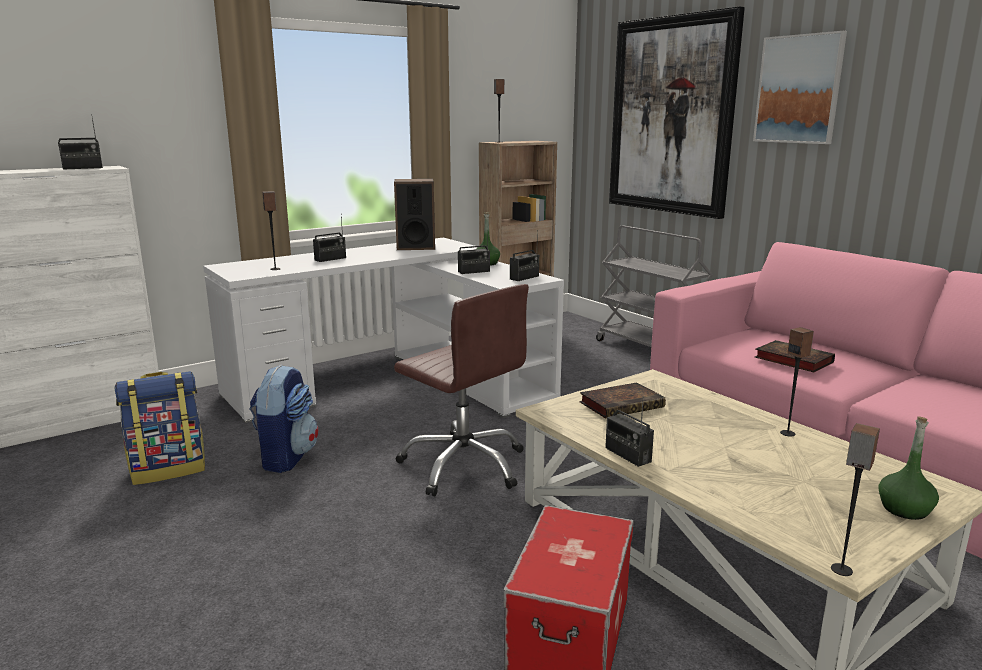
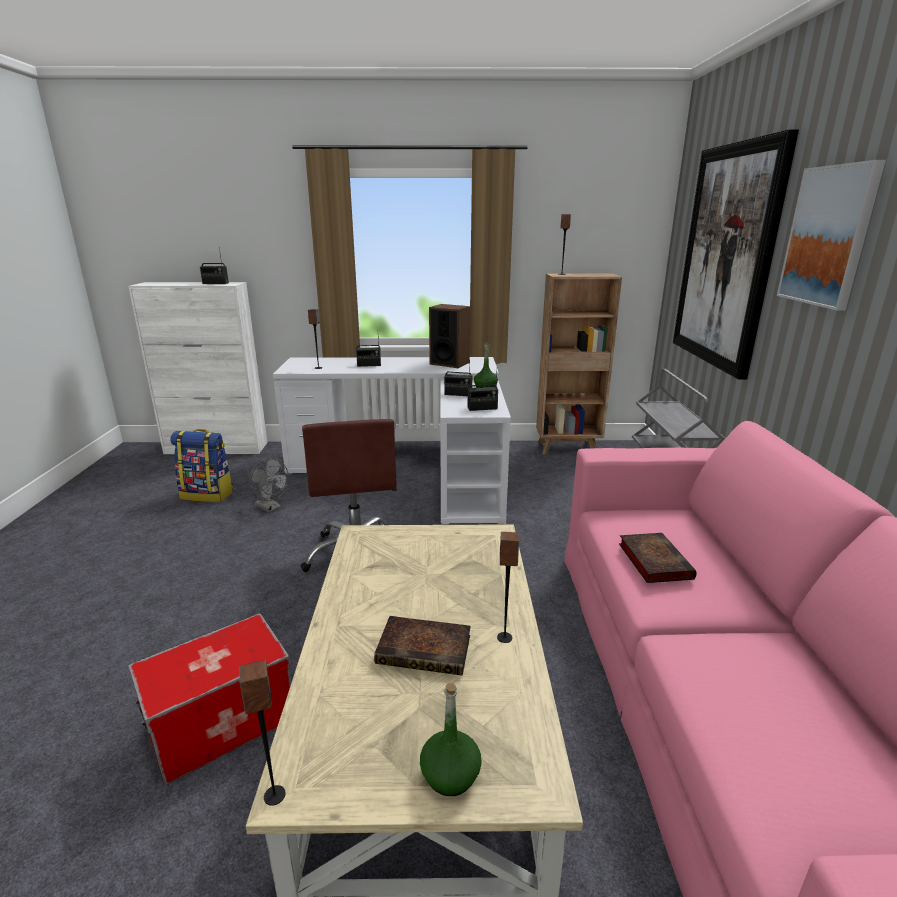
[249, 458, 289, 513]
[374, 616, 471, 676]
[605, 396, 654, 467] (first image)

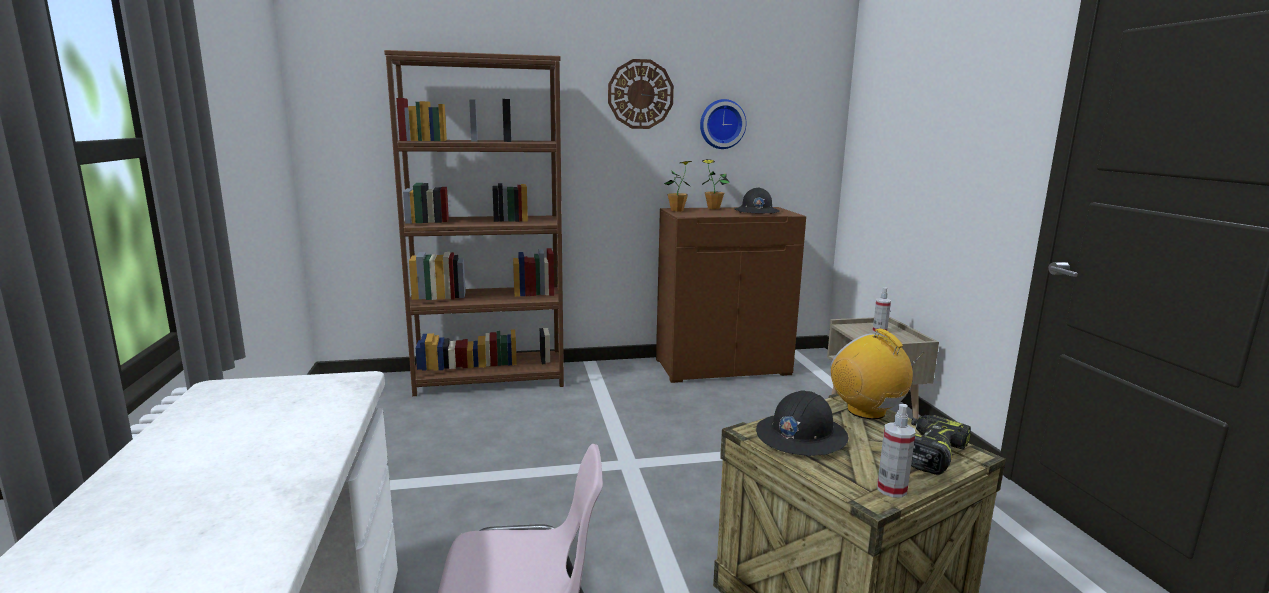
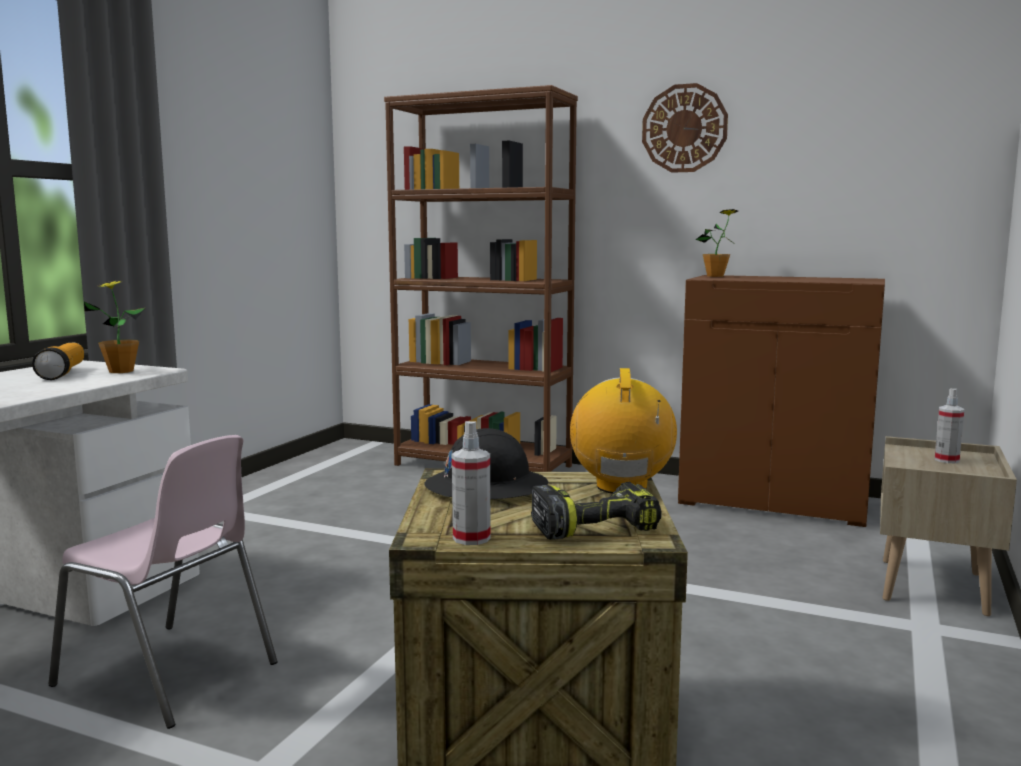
[32, 343, 84, 380]
[84, 280, 145, 373]
[700, 99, 746, 149] (first image)
[734, 187, 780, 214] (first image)

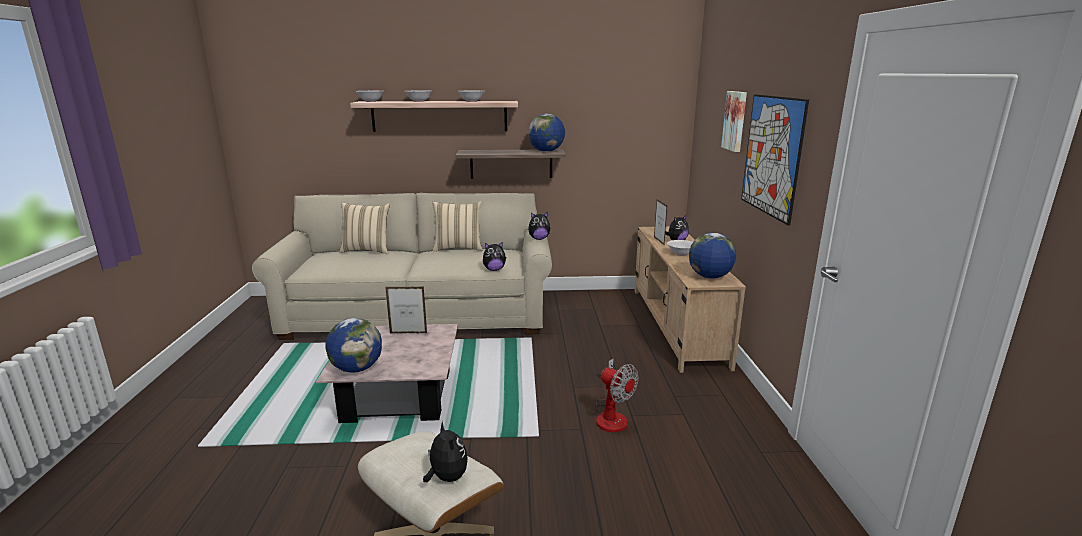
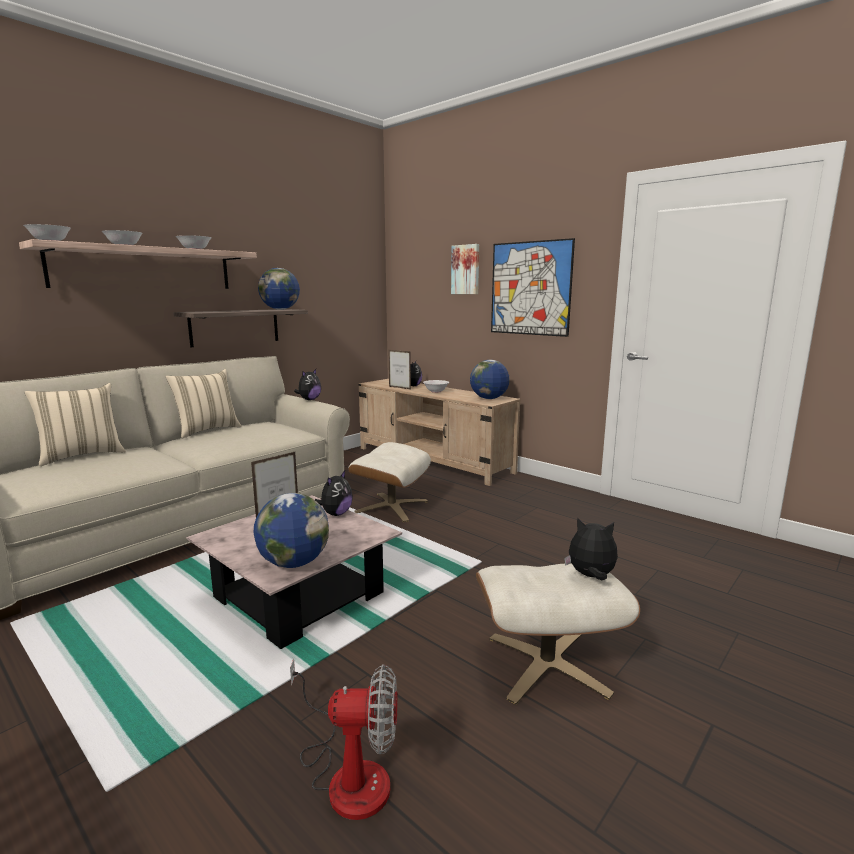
[290, 659, 398, 820]
[315, 471, 353, 516]
[349, 442, 431, 522]

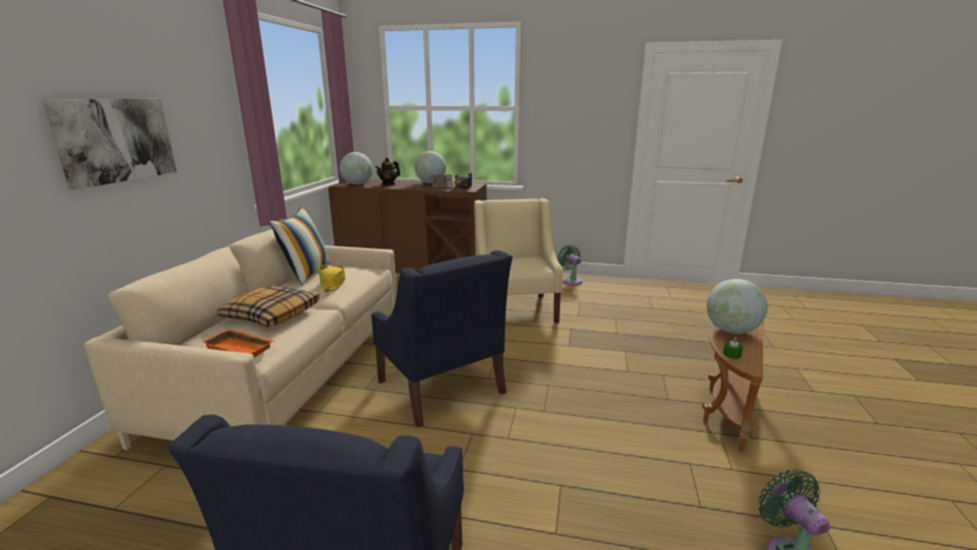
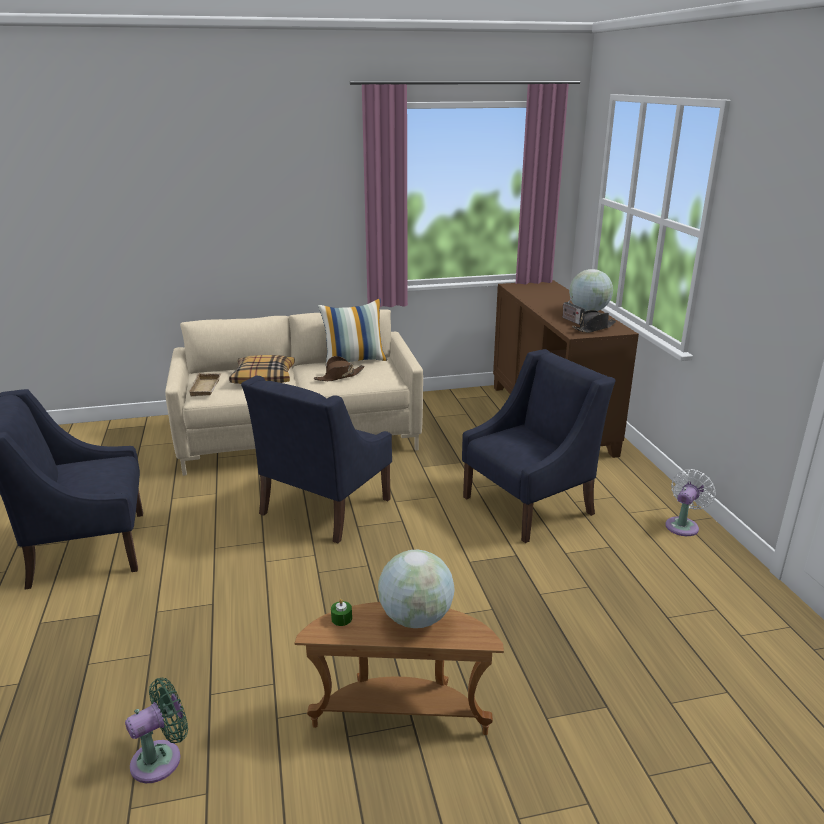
[188, 373, 221, 396]
[314, 356, 365, 381]
[462, 349, 616, 543]
[665, 469, 716, 536]
[42, 99, 177, 190] (first image)
[340, 152, 373, 185] (first image)
[375, 158, 400, 185] (first image)

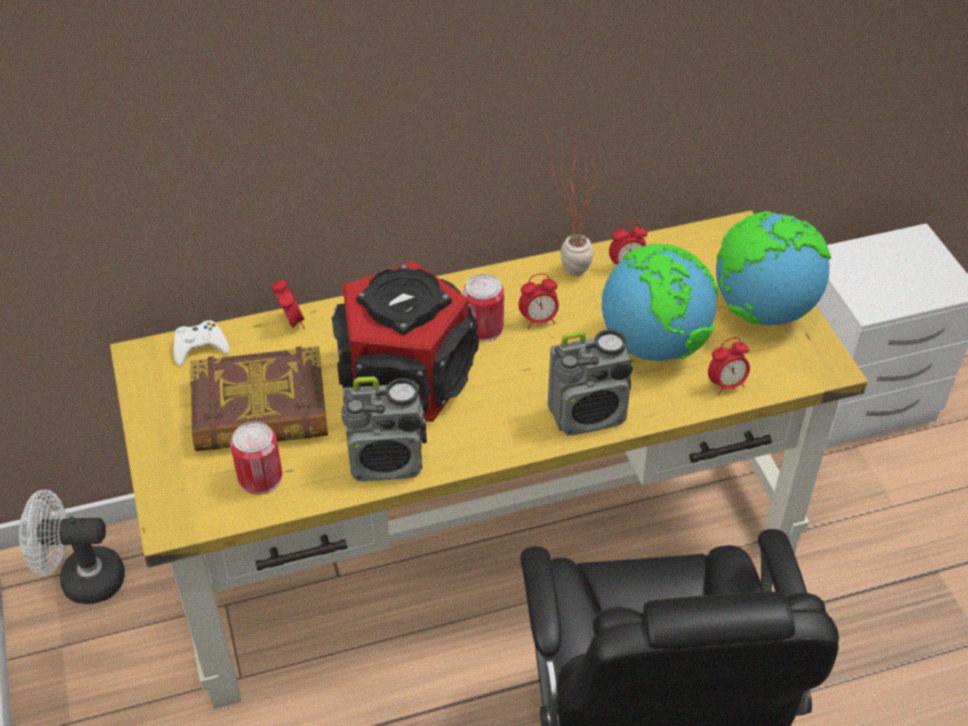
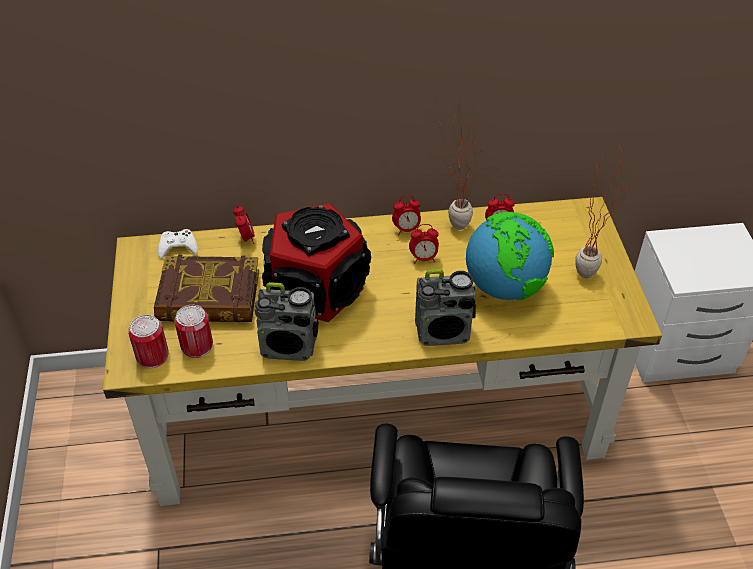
[128, 315, 169, 368]
[392, 195, 421, 235]
[575, 146, 636, 278]
[19, 489, 125, 604] (first image)

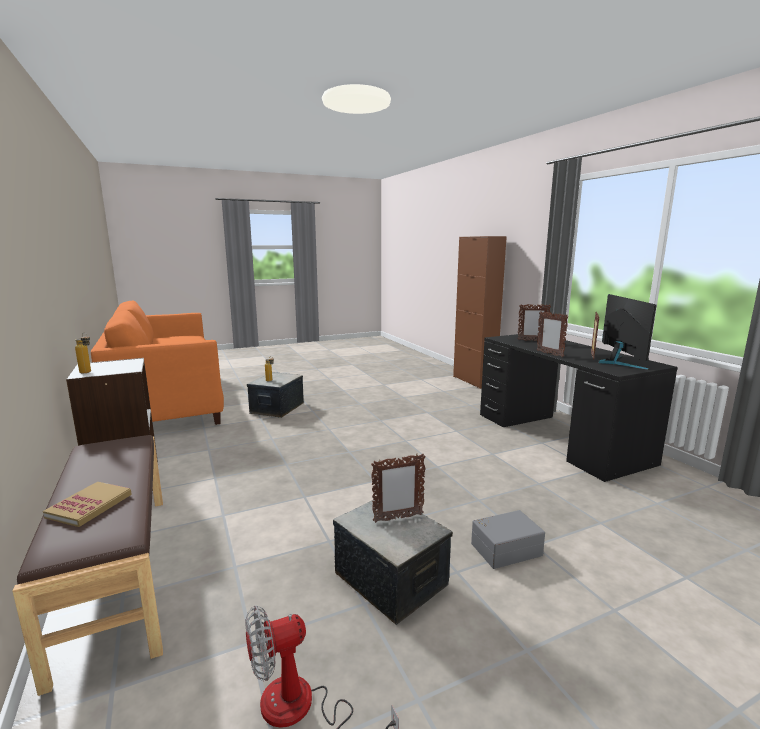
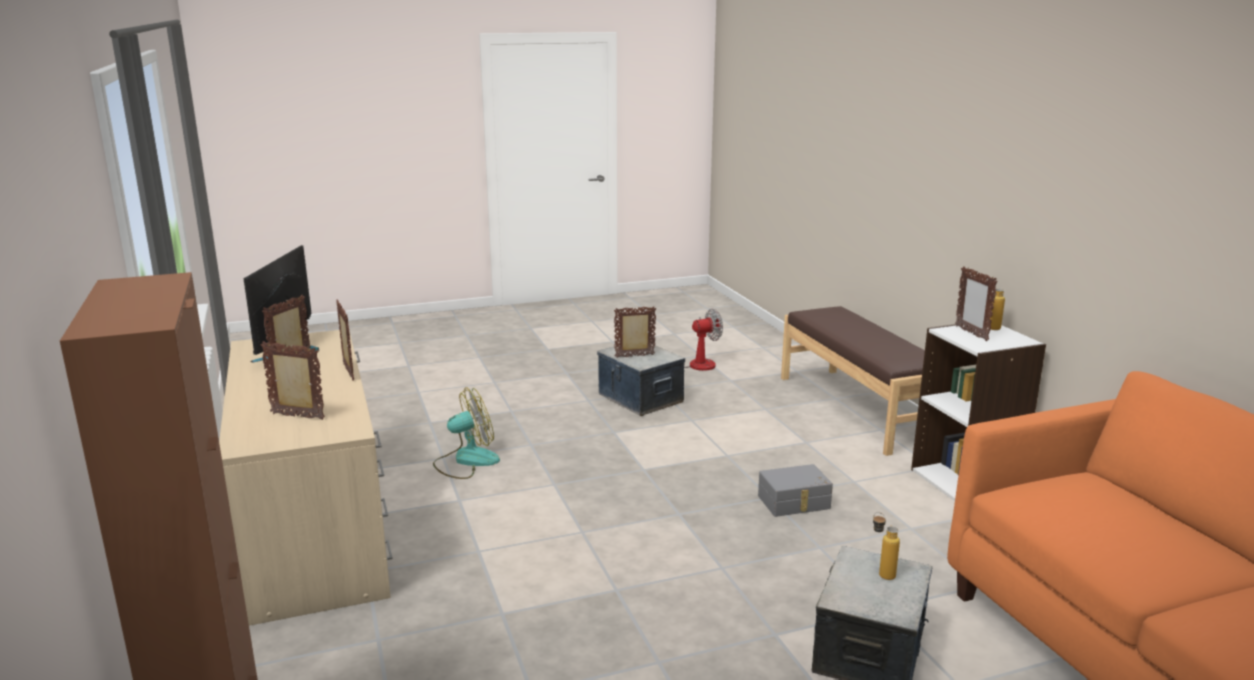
[219, 330, 392, 626]
[433, 387, 500, 479]
[758, 464, 833, 517]
[955, 266, 998, 341]
[43, 482, 132, 527] (first image)

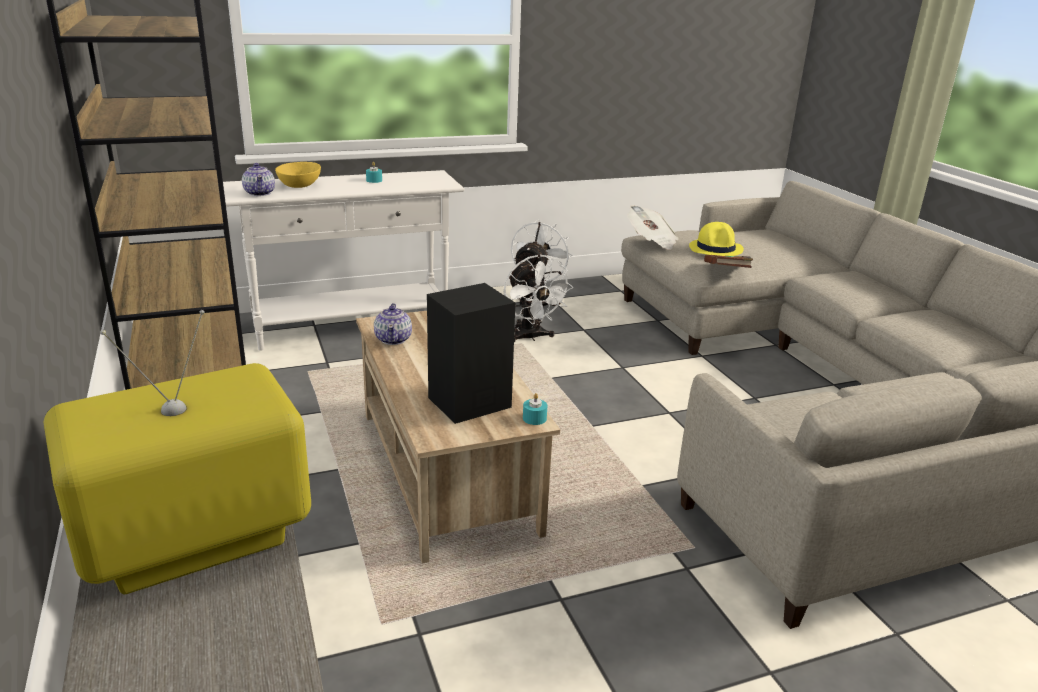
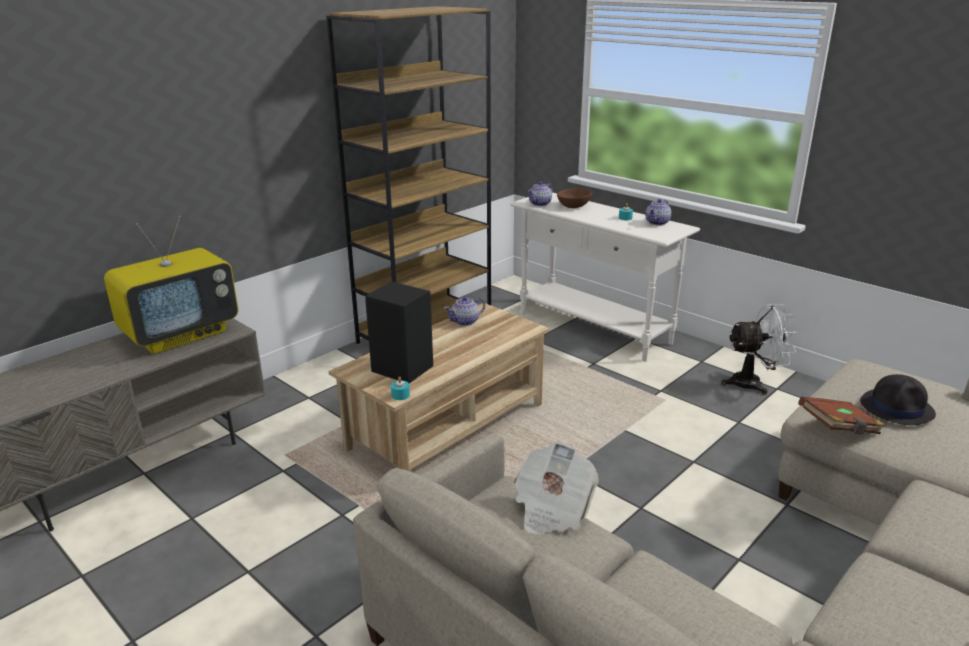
[104, 216, 238, 354]
[514, 442, 599, 534]
[557, 188, 592, 208]
[646, 199, 671, 226]
[860, 374, 936, 425]
[504, 254, 573, 342] (first image)

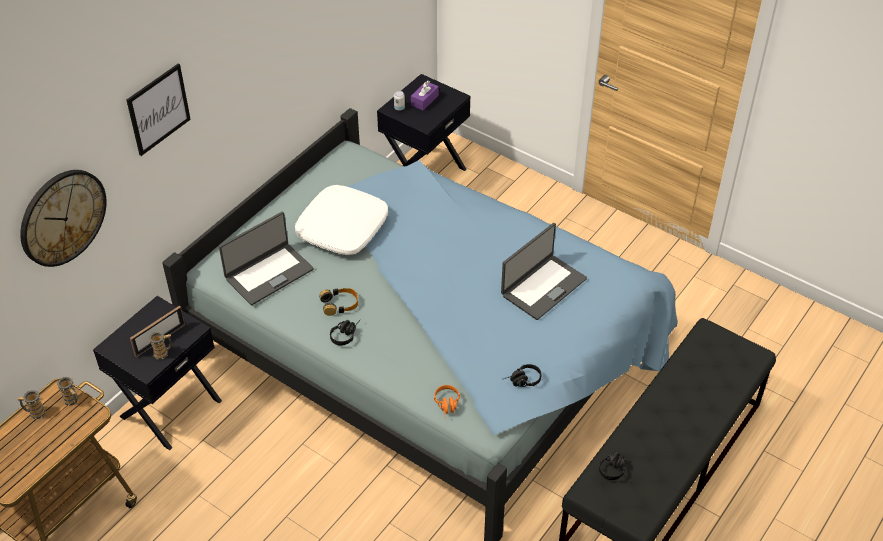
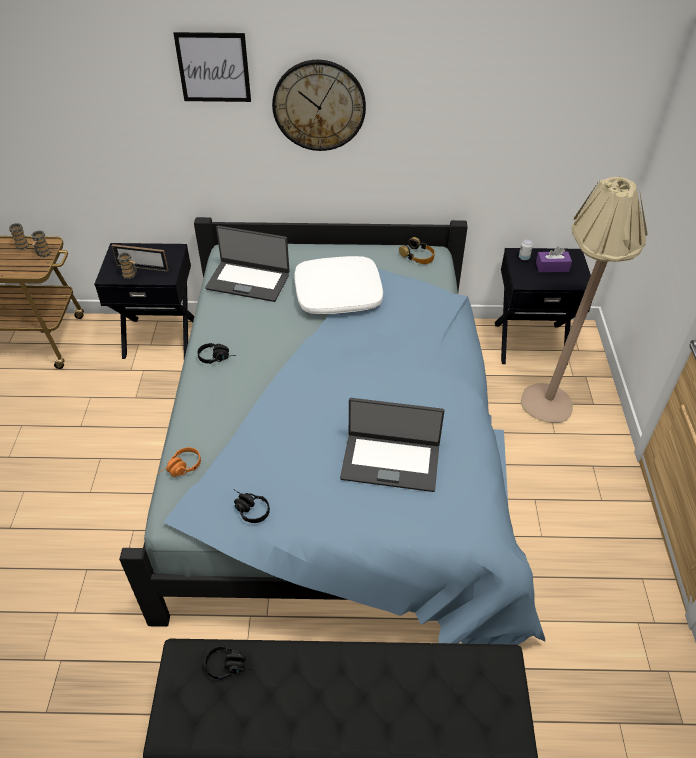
[272, 60, 366, 151]
[399, 237, 435, 264]
[521, 177, 648, 423]

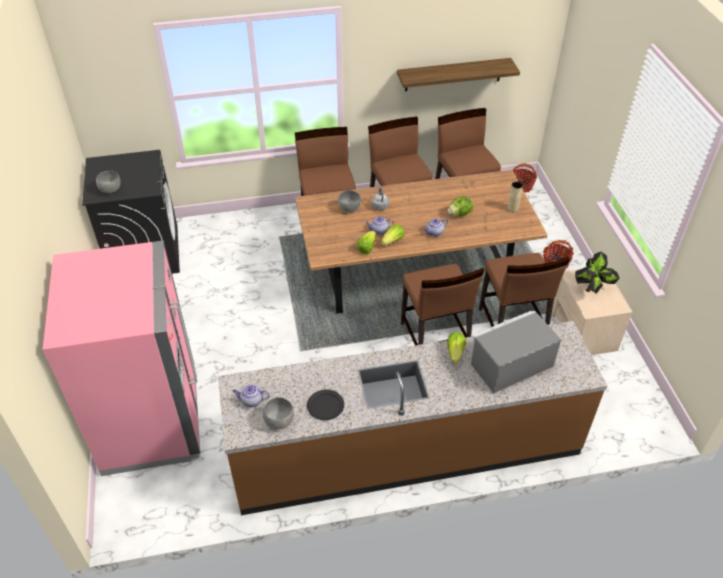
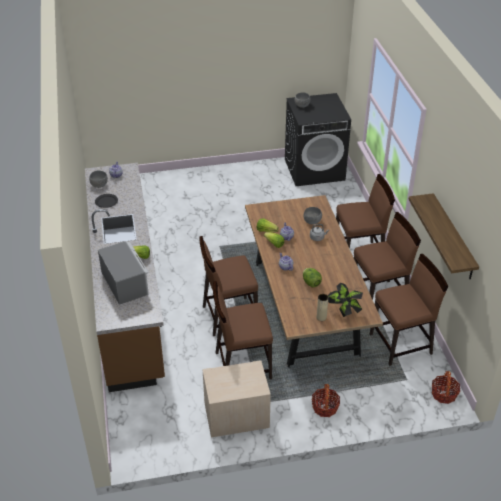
[328, 283, 363, 317]
[43, 241, 200, 476] (first image)

